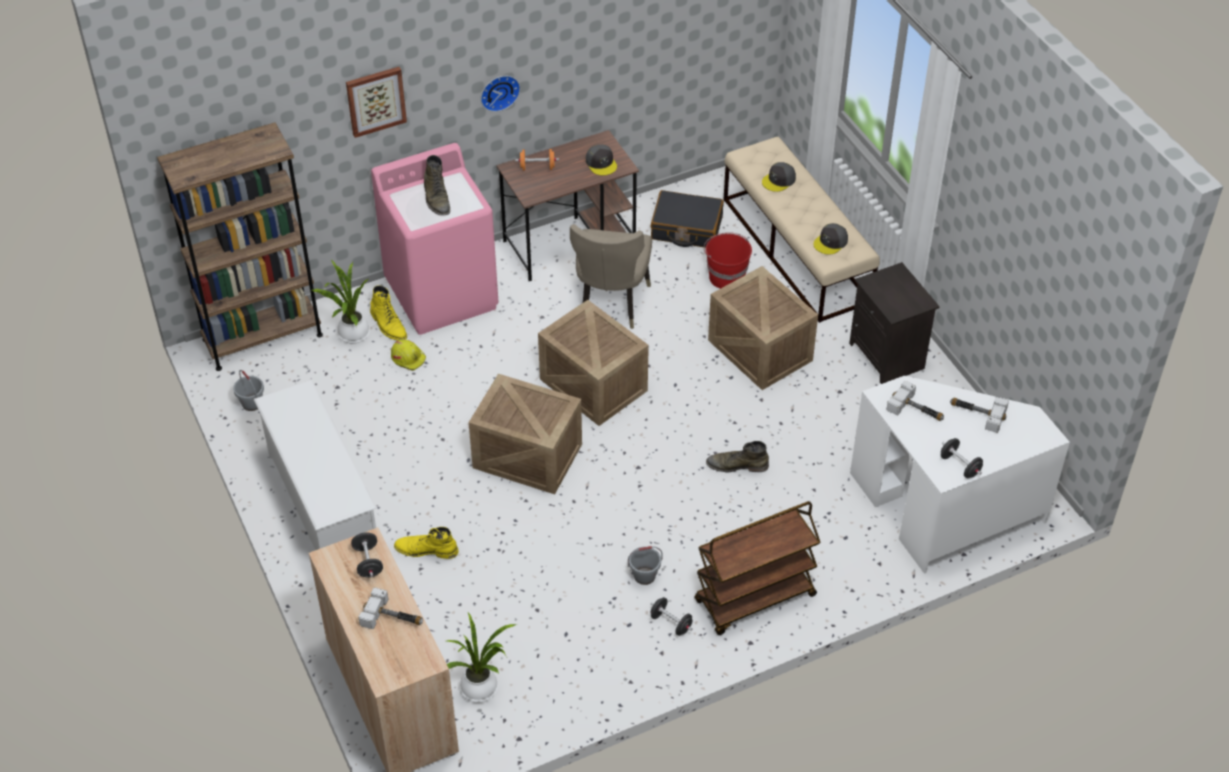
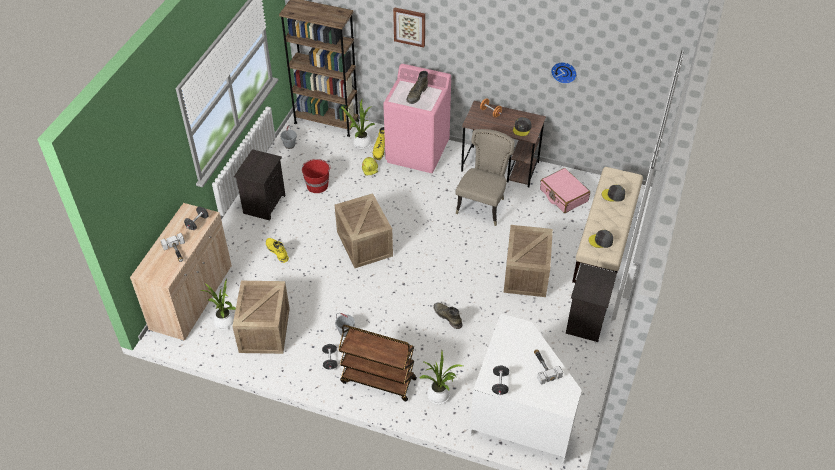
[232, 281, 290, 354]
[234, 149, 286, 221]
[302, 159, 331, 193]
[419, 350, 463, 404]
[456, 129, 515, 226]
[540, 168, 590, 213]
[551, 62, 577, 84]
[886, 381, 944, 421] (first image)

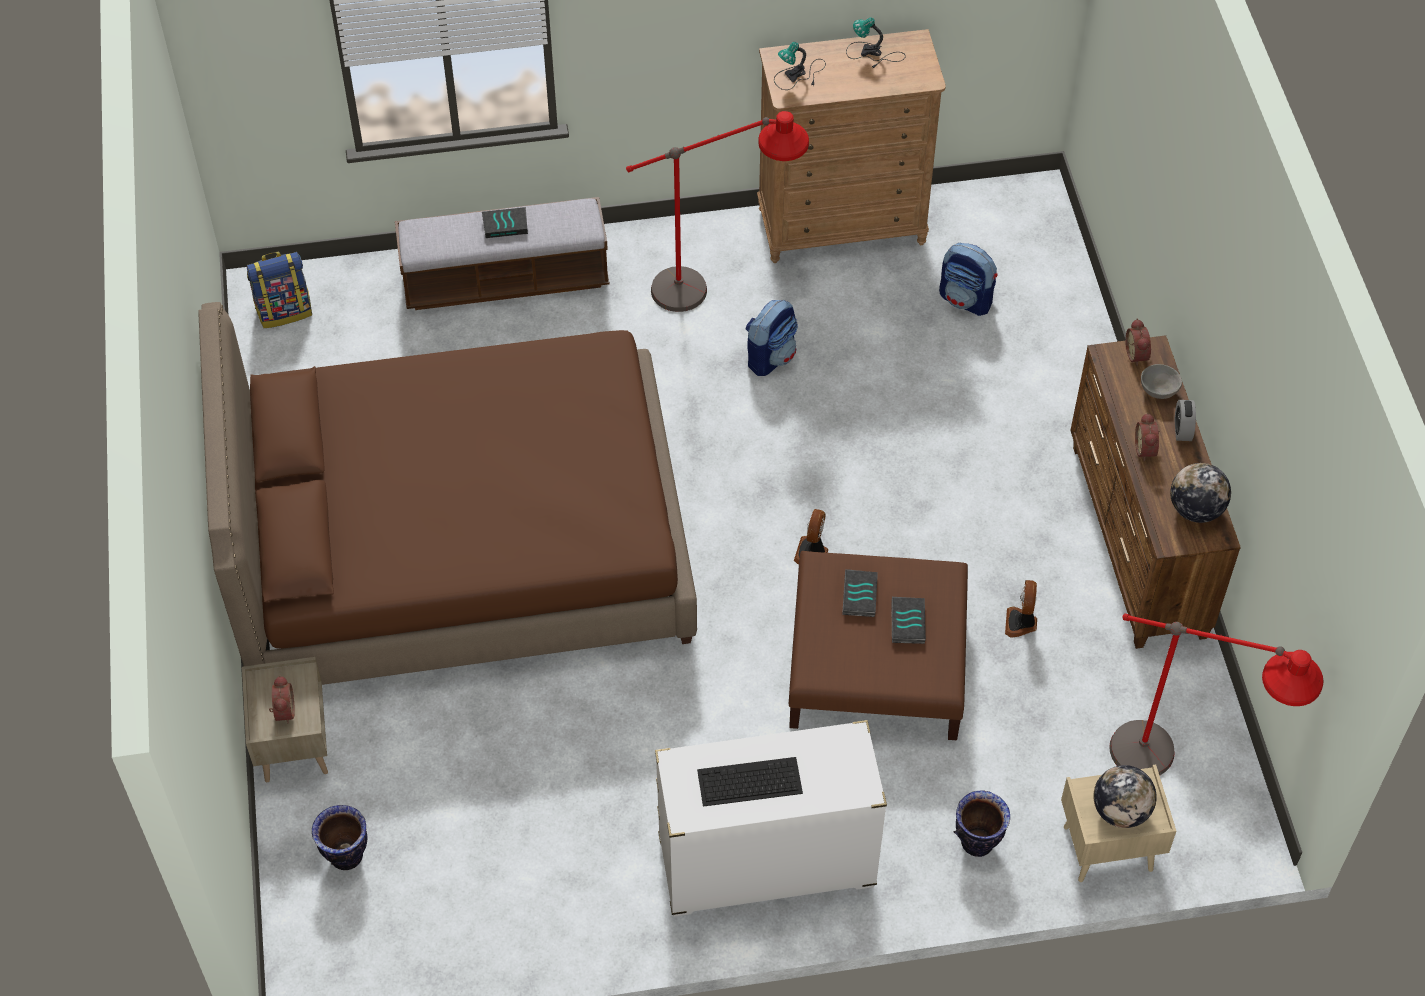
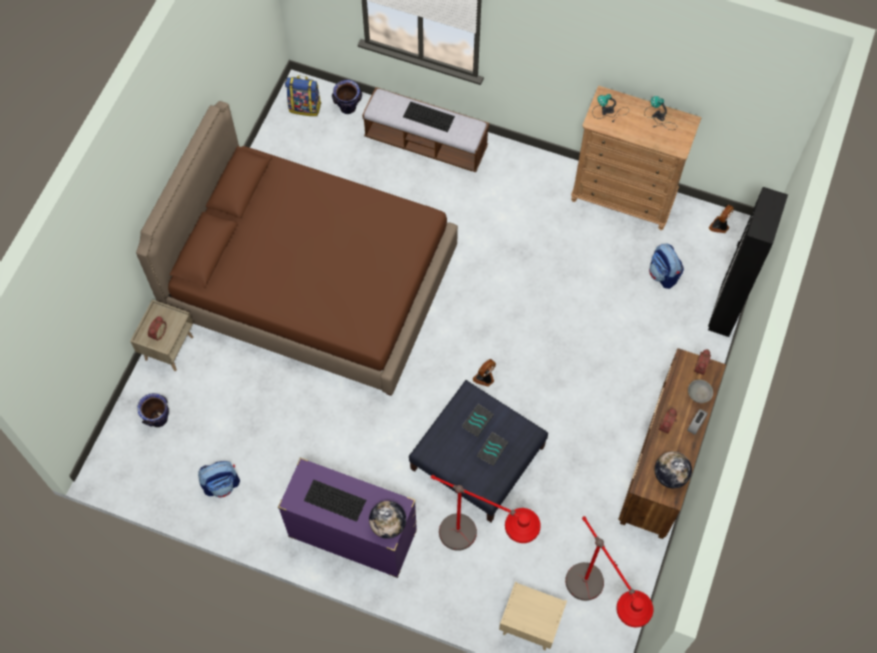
[198, 461, 240, 498]
[278, 458, 417, 578]
[332, 80, 362, 114]
[369, 501, 406, 539]
[403, 101, 455, 132]
[409, 380, 548, 522]
[431, 475, 541, 551]
[708, 187, 788, 337]
[708, 205, 734, 233]

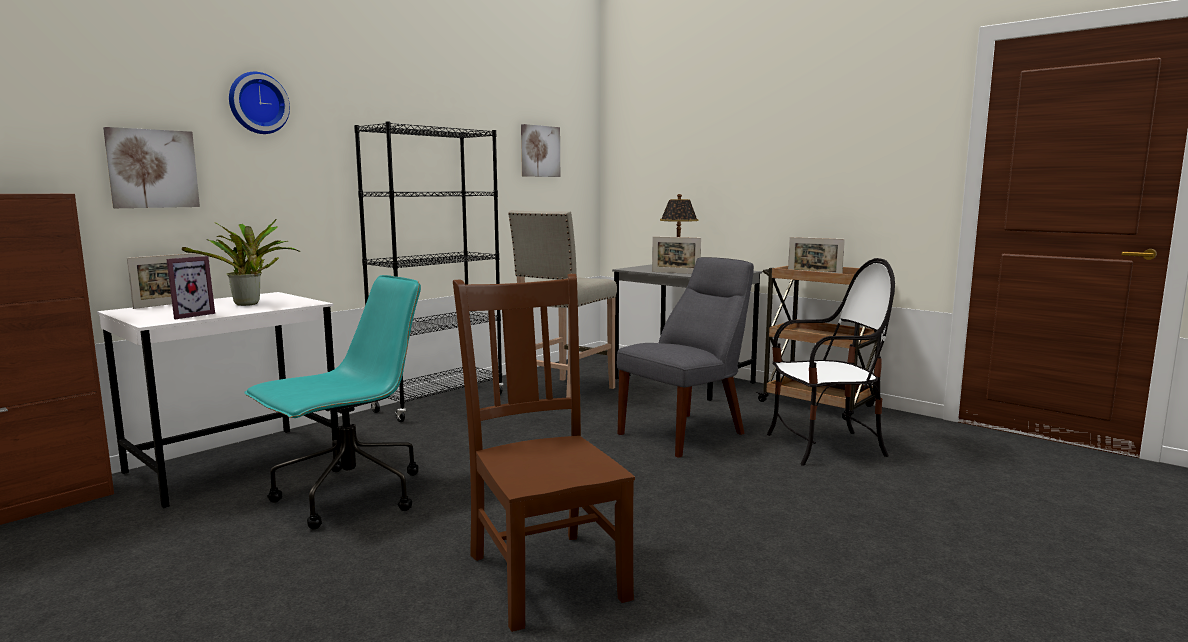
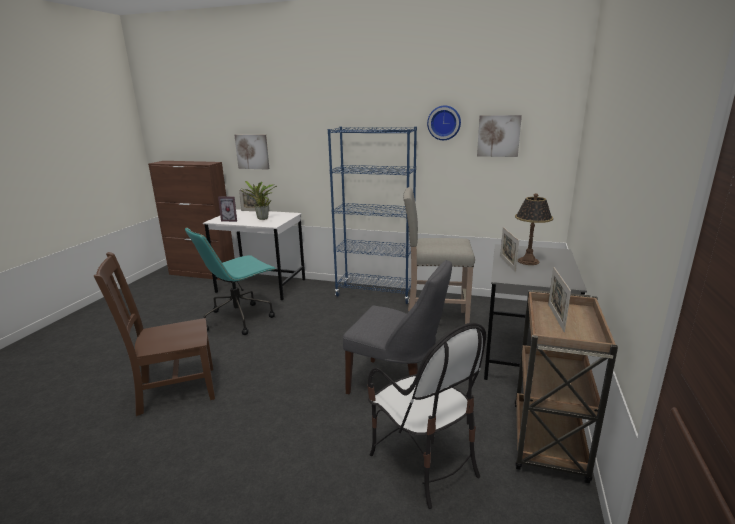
[94, 252, 215, 416]
[185, 227, 276, 335]
[328, 127, 417, 304]
[427, 106, 461, 140]

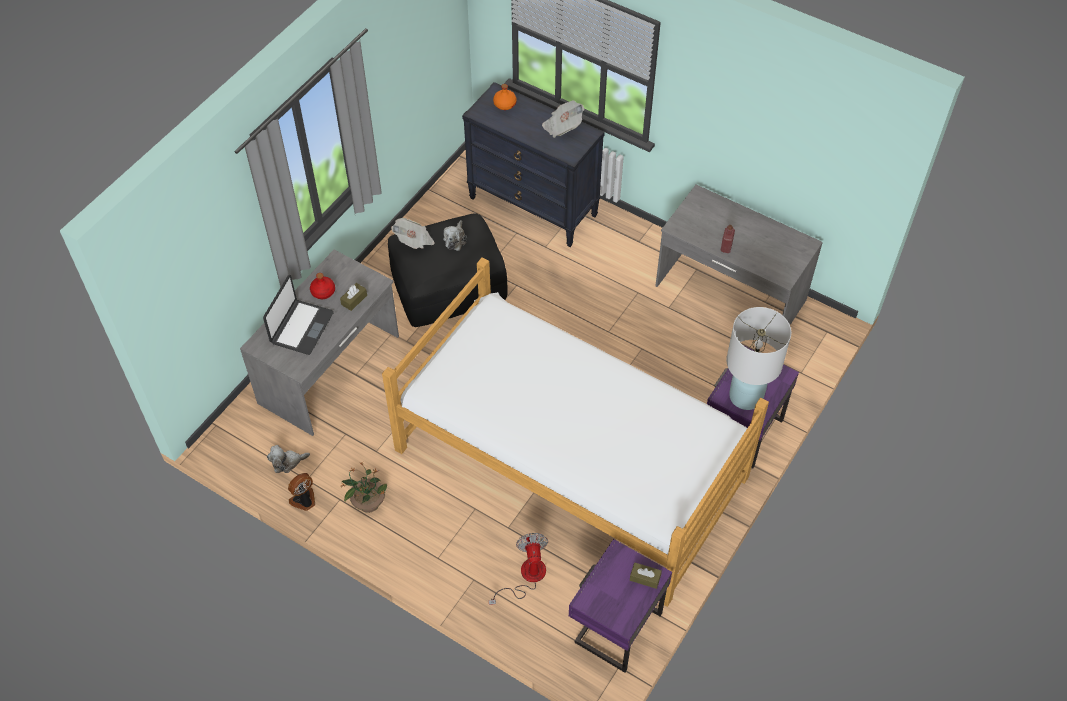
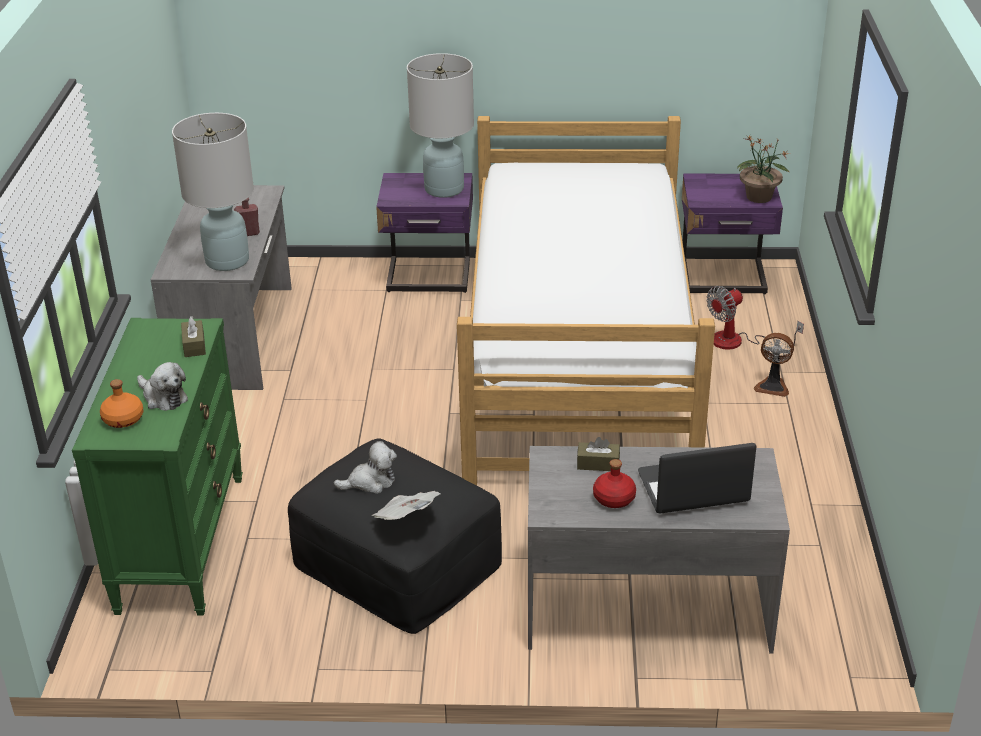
[72, 318, 243, 616]
[137, 362, 188, 411]
[172, 113, 254, 271]
[181, 316, 206, 357]
[737, 135, 790, 203]
[754, 333, 794, 397]
[542, 100, 585, 138] (first image)

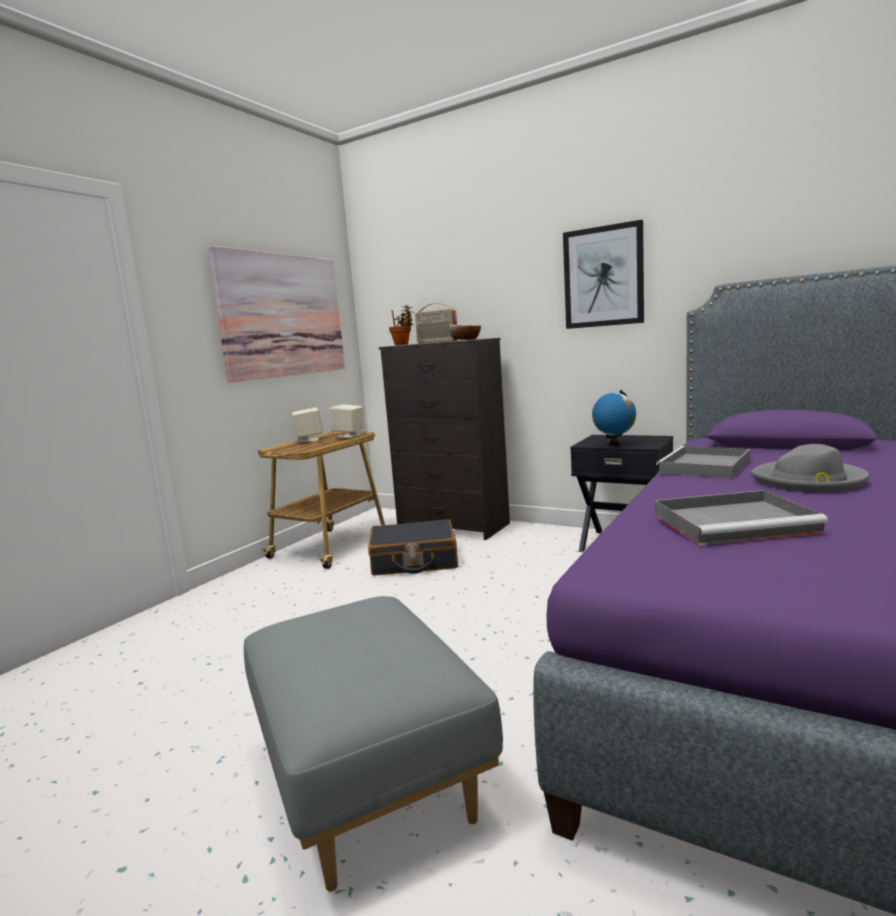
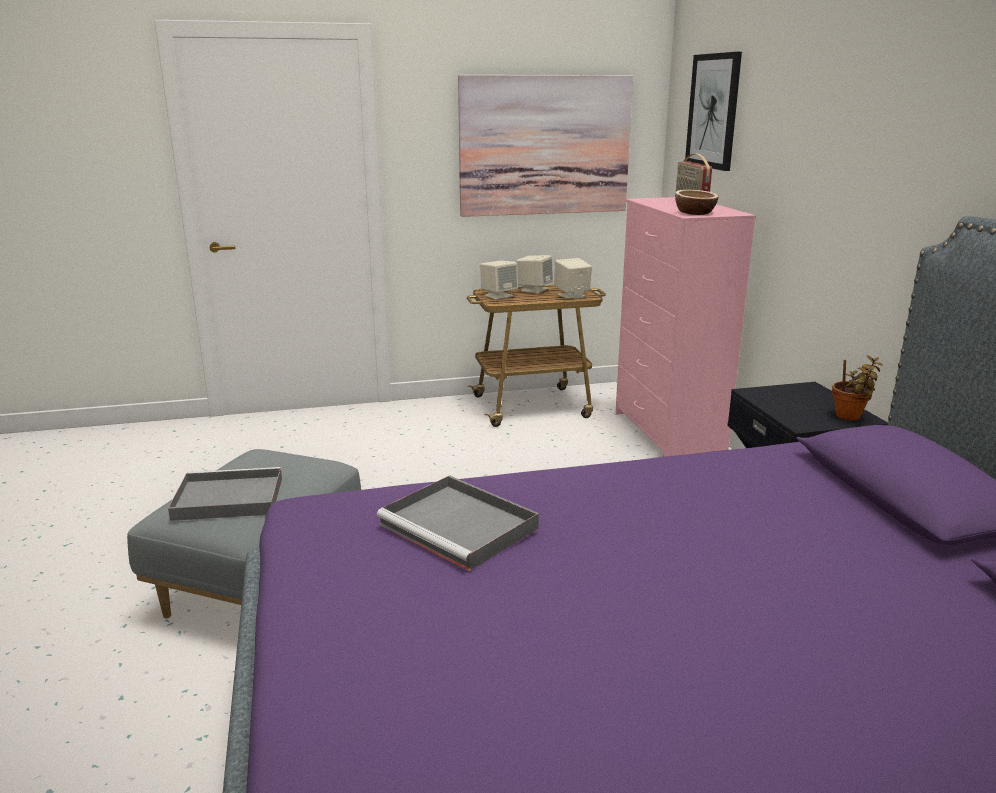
[168, 467, 282, 521]
[480, 261, 518, 300]
[615, 197, 756, 457]
[685, 52, 742, 171]
[832, 355, 883, 420]
[368, 519, 458, 576] (first image)
[592, 390, 636, 446] (first image)
[751, 444, 870, 492] (first image)

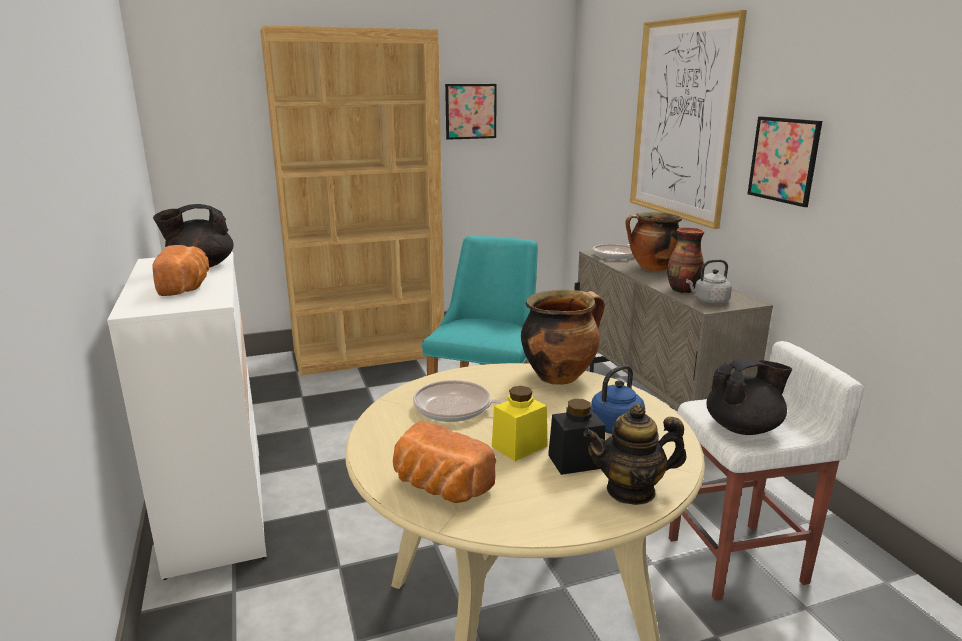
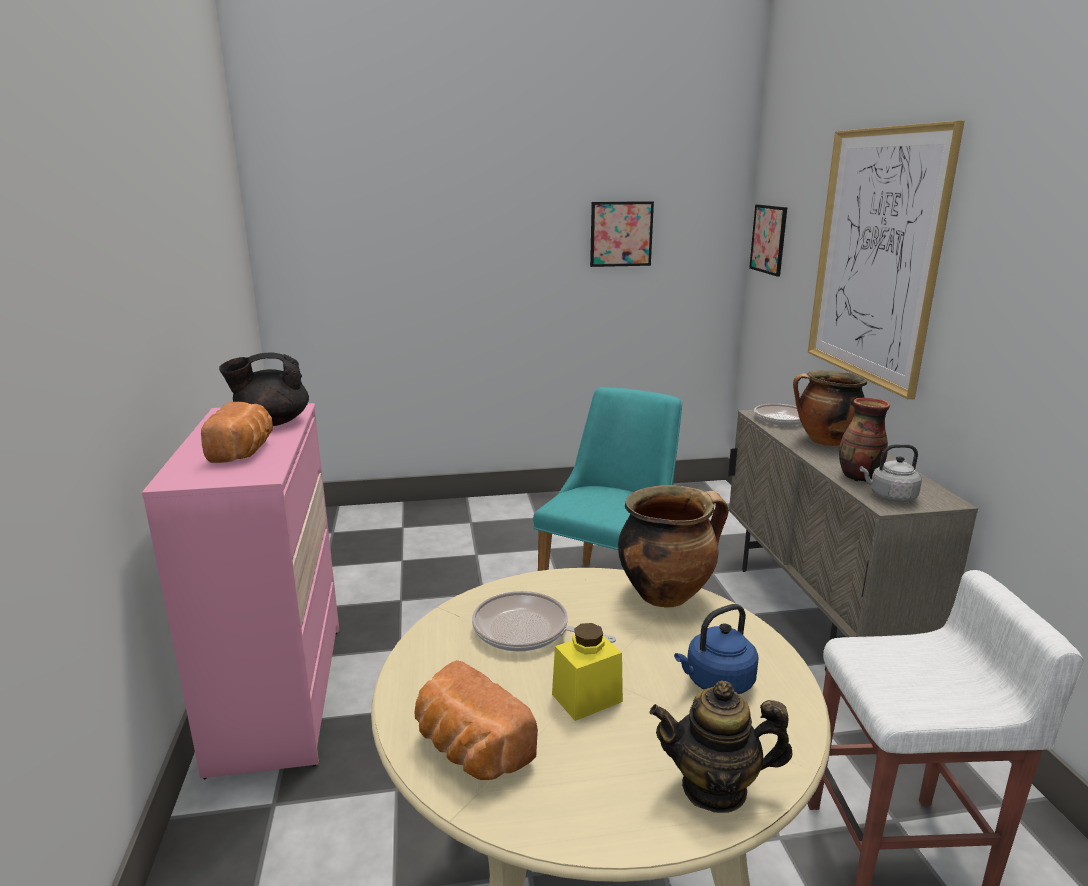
[142, 403, 339, 779]
[749, 204, 787, 277]
[260, 25, 444, 376] (first image)
[548, 399, 606, 475] (first image)
[706, 358, 792, 435] (first image)

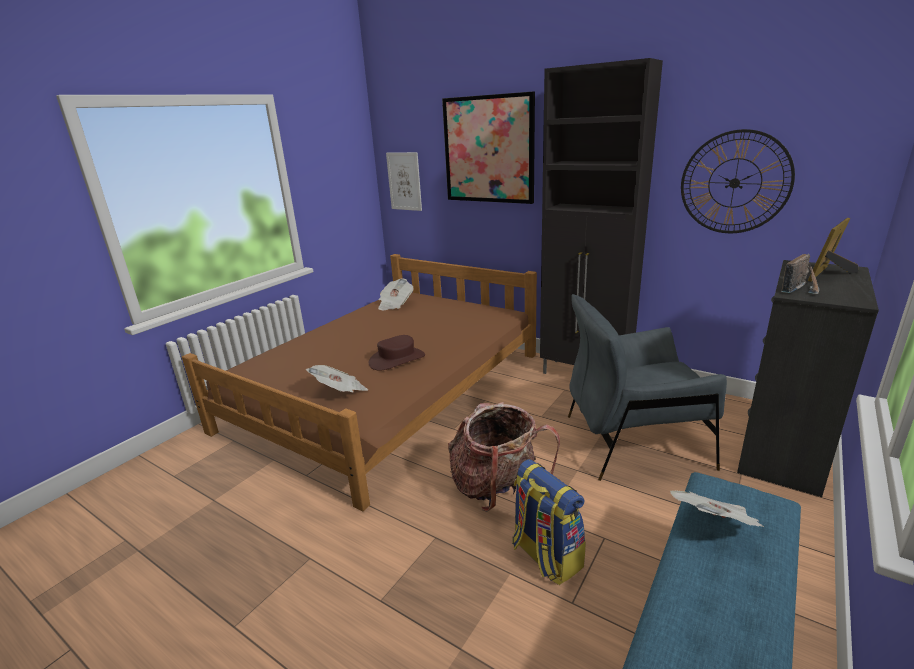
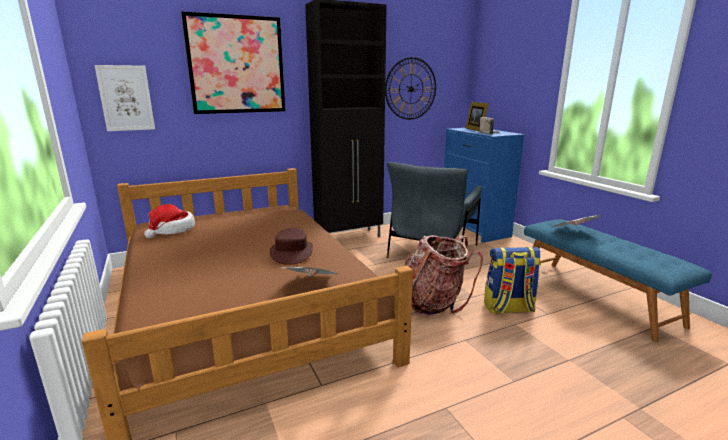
[144, 204, 195, 239]
[444, 128, 525, 243]

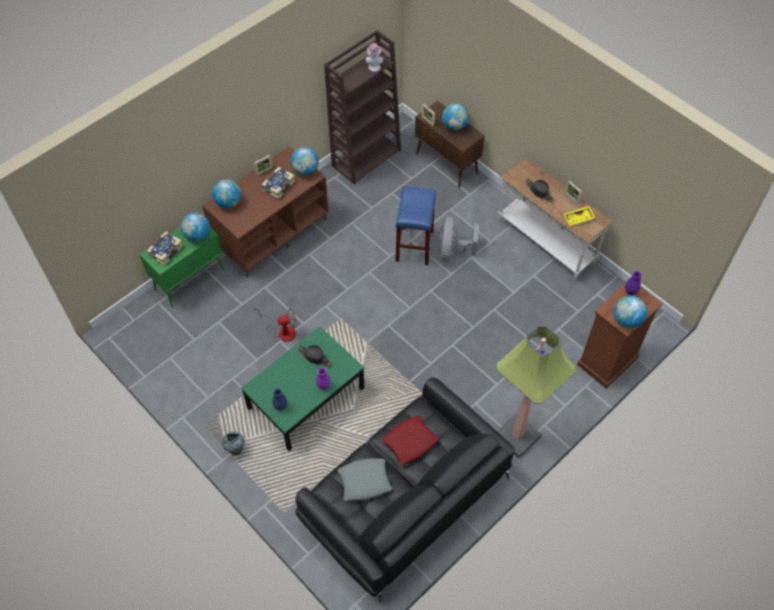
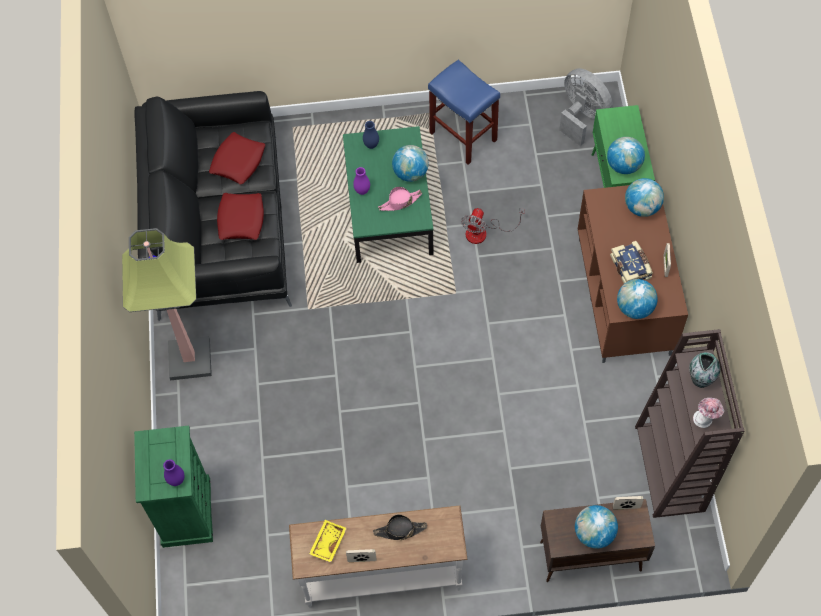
[134, 426, 213, 548]
[209, 132, 265, 184]
[378, 187, 422, 211]
[392, 145, 429, 182]
[428, 60, 500, 165]
[559, 68, 613, 146]
[689, 352, 721, 388]
[146, 232, 183, 266] (first image)

